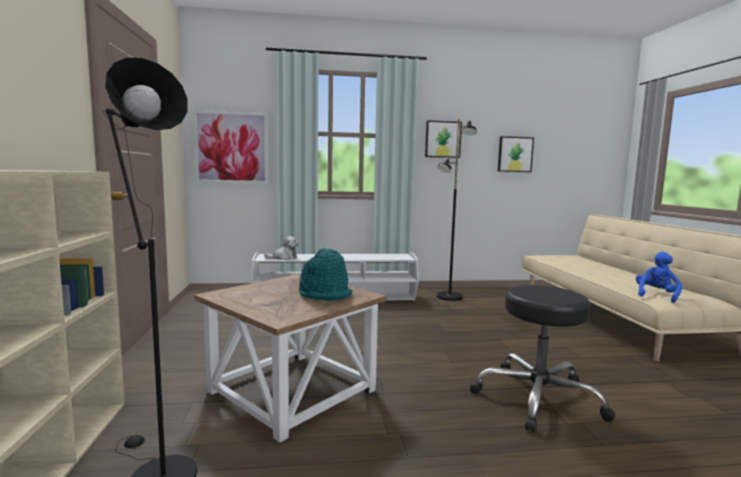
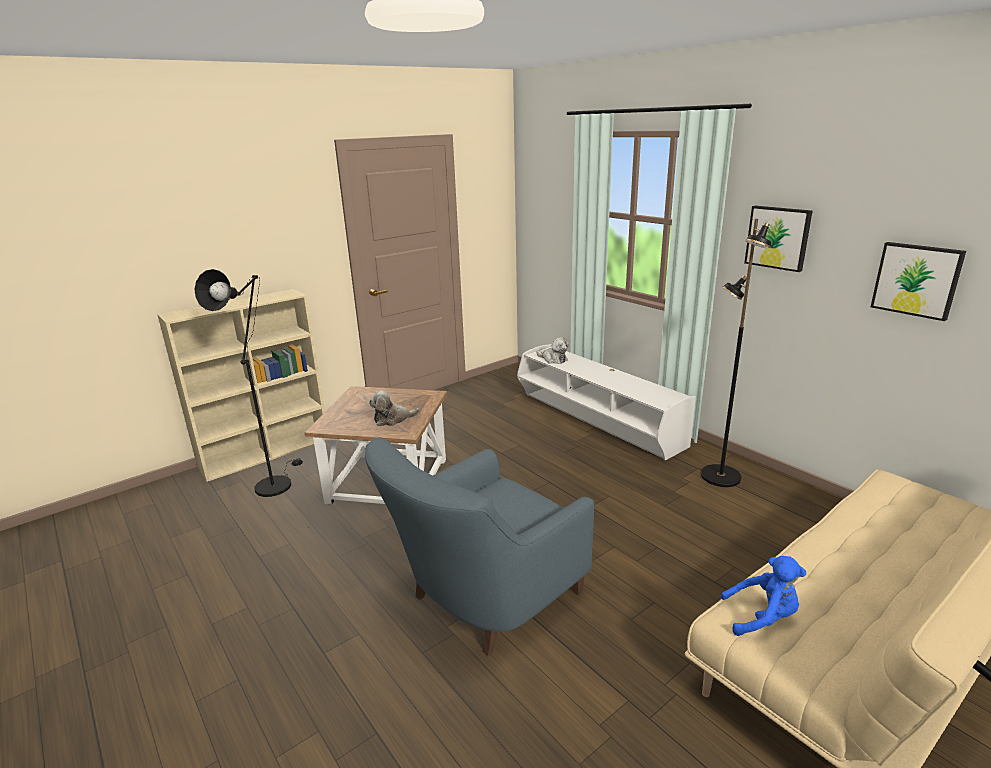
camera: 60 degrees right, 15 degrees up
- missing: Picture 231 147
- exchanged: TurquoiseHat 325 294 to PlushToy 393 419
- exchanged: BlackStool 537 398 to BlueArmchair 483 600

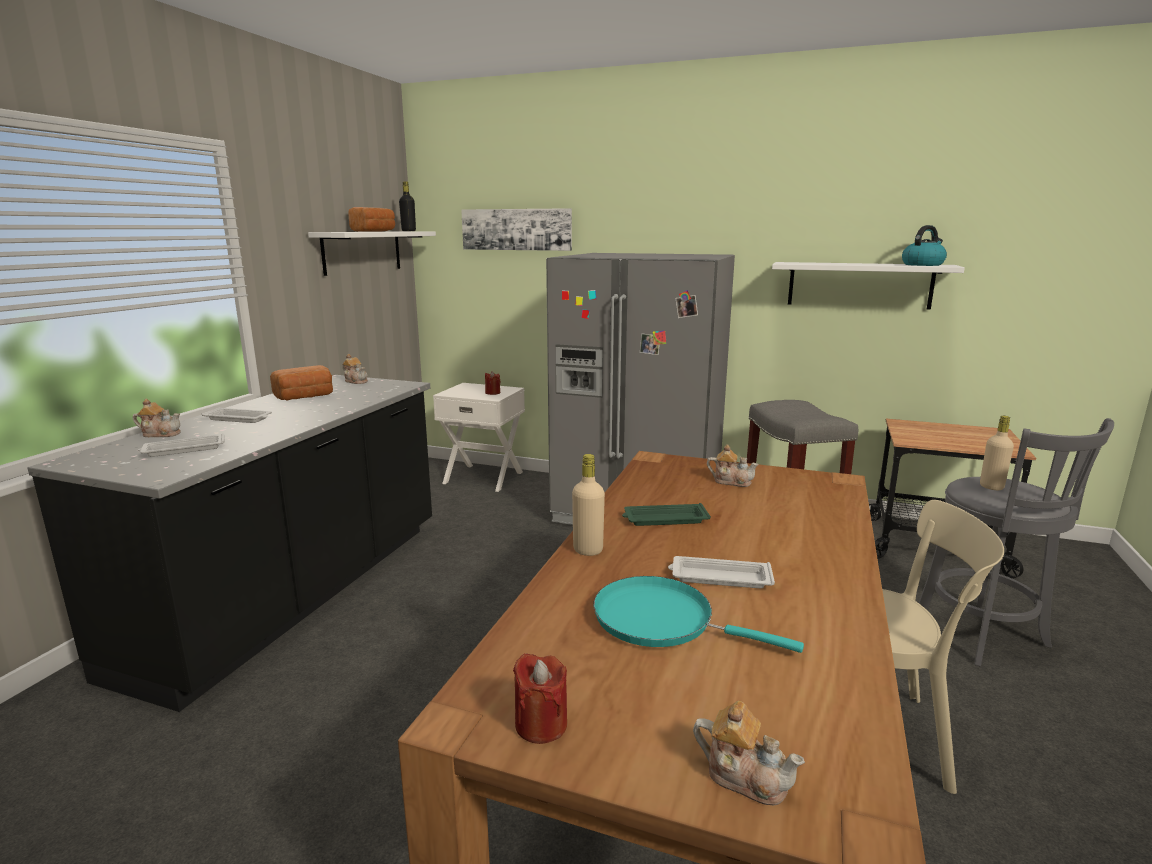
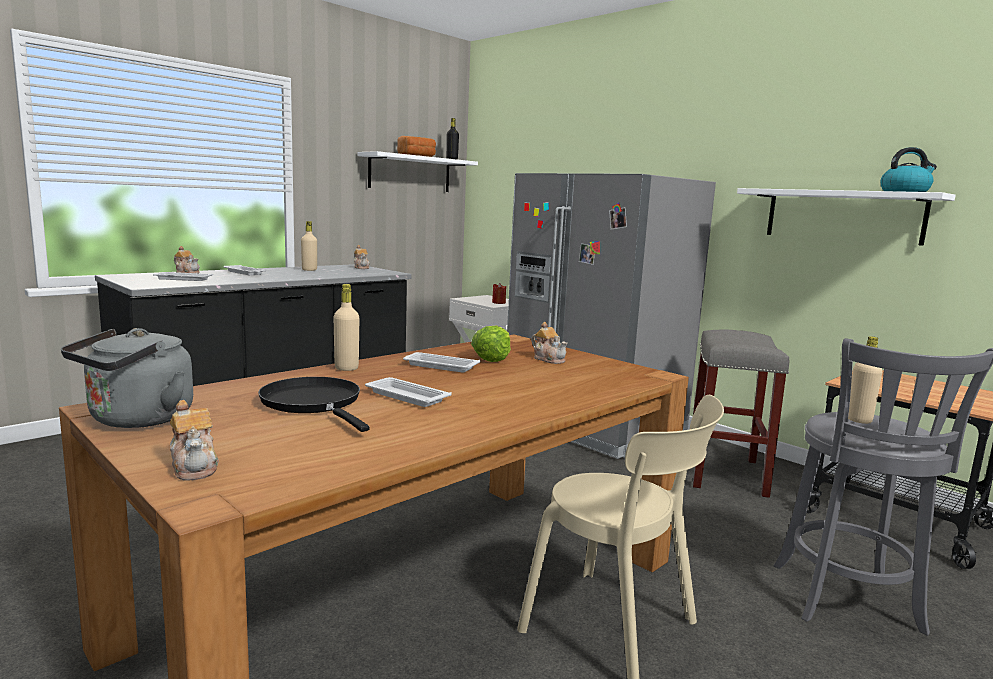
camera: 25 degrees right, 5 degrees down
- missing: Picture 516 229
- exchanged: Bread 305 397 to BeigeBottle 309 270
- colour: GreenTray 664 519 to WhiteTray 439 366
- colour: TurquoiseFryingPan 661 620 to BlackFryingPan 314 403
- exchanged: RedCandle 541 724 to GreyKettle 137 420
- appeared: Lettuce 492 358

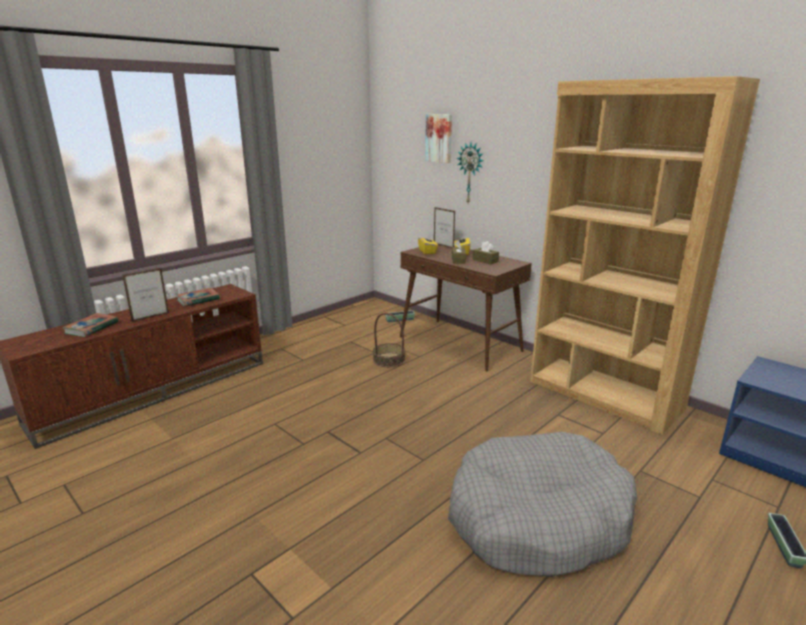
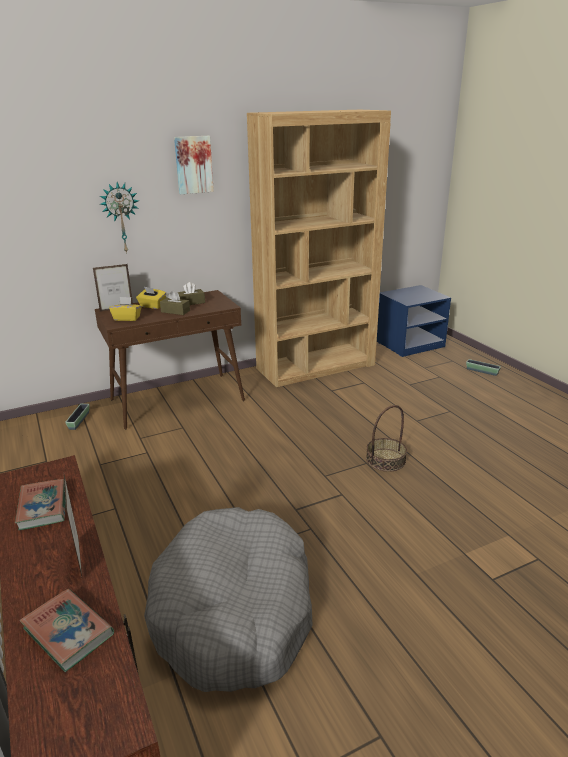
camera: 70 degrees left, 5 degrees up
- relocated: Picture 439 138 to 193 164
- relocated: Basket 389 360 to 385 460
- relocated: GreyDogBed 537 519 to 234 611

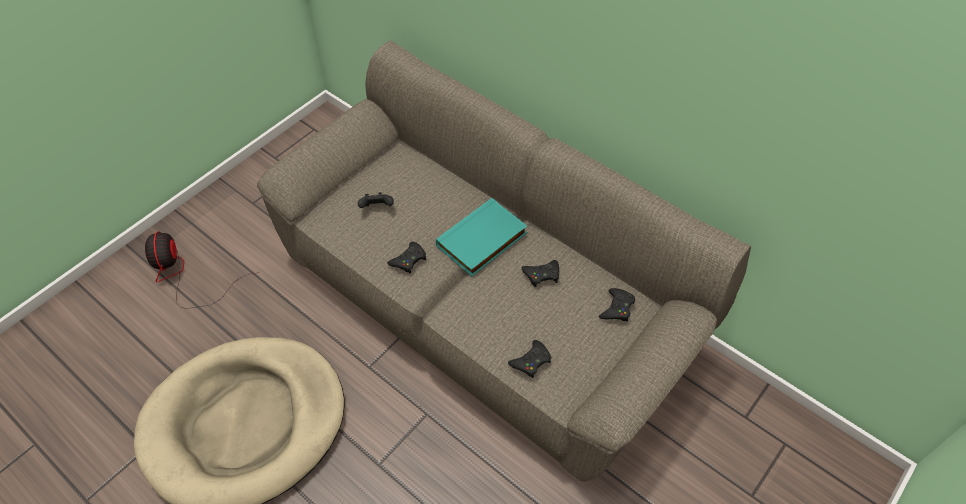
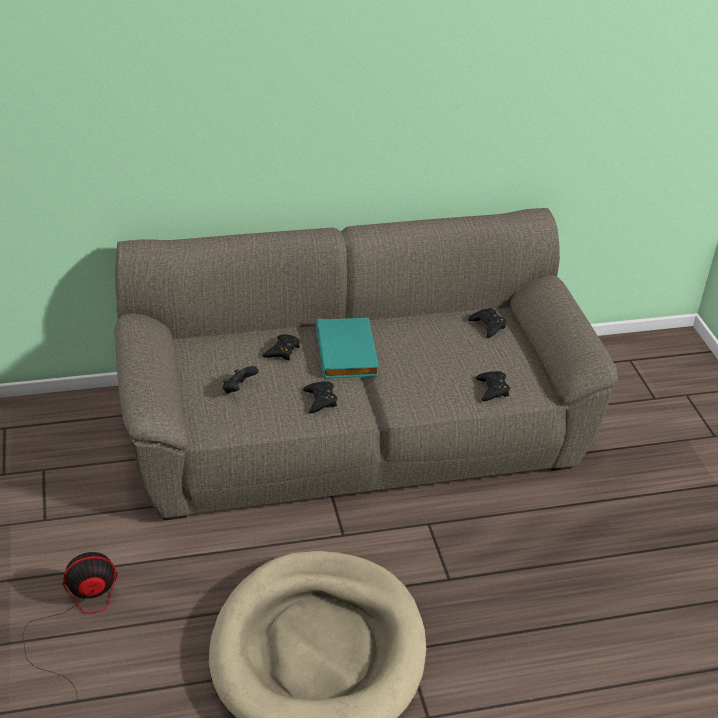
camera: 55 degrees left, 15 degrees down
- spun: Fan 184 276 = 77 618 135 degrees clockwise
- relocated: BlackGameController 542 275 to 282 351

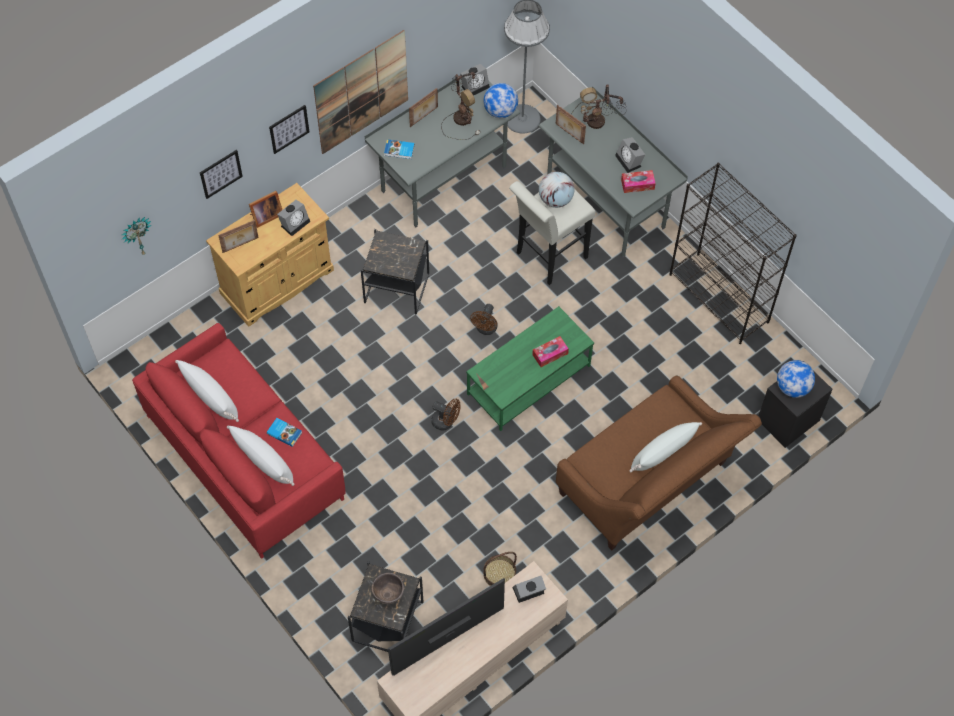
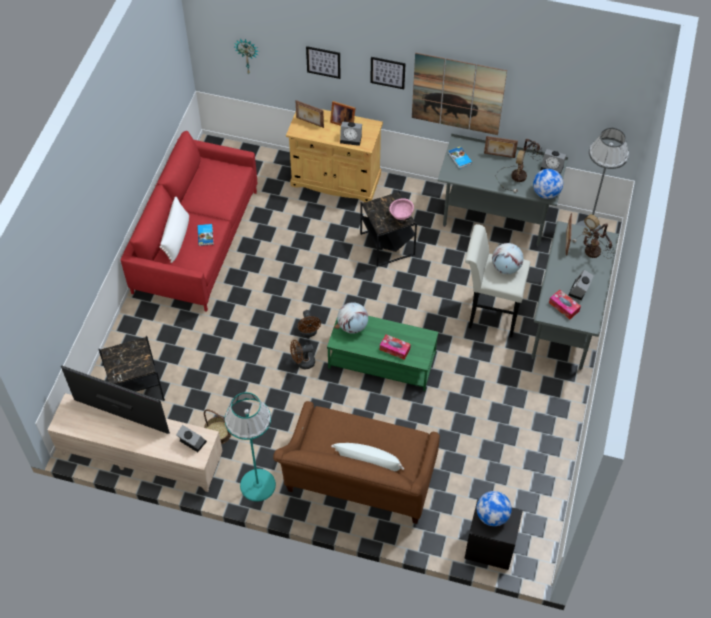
camera: 55 degrees right, 5 degrees down
- missing: BlackBookcase 719 298
- relocated: BrownFan 485 329 to 302 362
- missing: WhitePillow 210 397
- missing: BrownBowl 388 594
- appeared: PinkBowl 401 216
- appeared: Globe 352 326
- appeared: TurquoiseFloorLamp 257 485

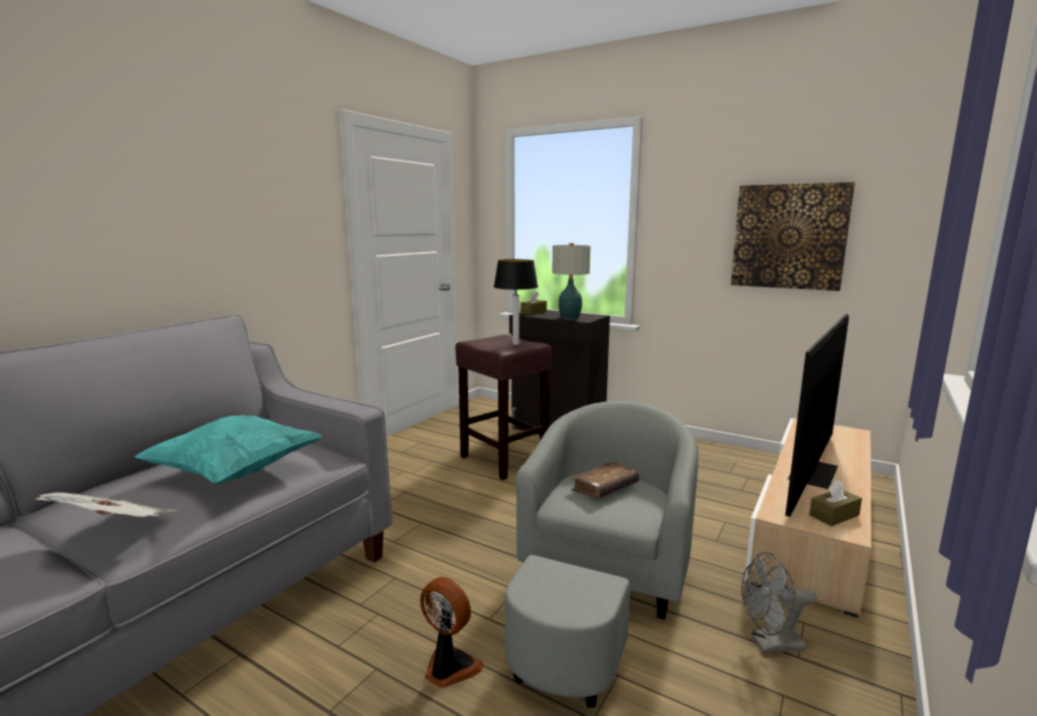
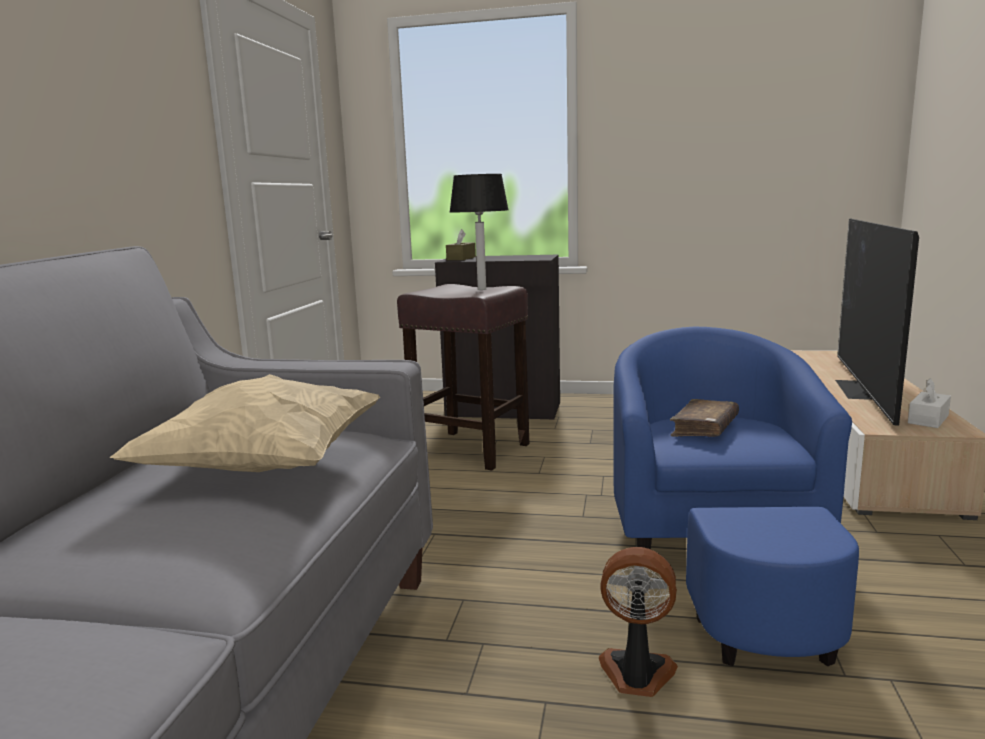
camera: 20 degrees left, 0 degrees up
- missing: Picture 789 236
- missing: TableLamp 570 318
- colour: GreyArmchair 600 589 to BlueArmchair 720 553
- colour: TurquoisePillow 236 472 to BeigePillow 265 467
- colour: BrownTissueBox 834 515 to WhiteTissueBox 928 419
- missing: Newspaper 116 530
- missing: GreyFan 770 644

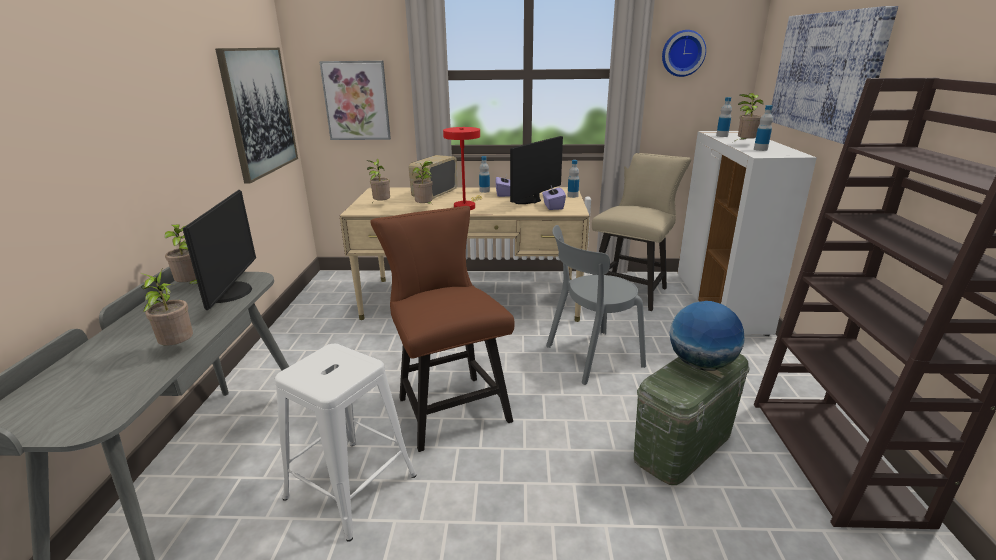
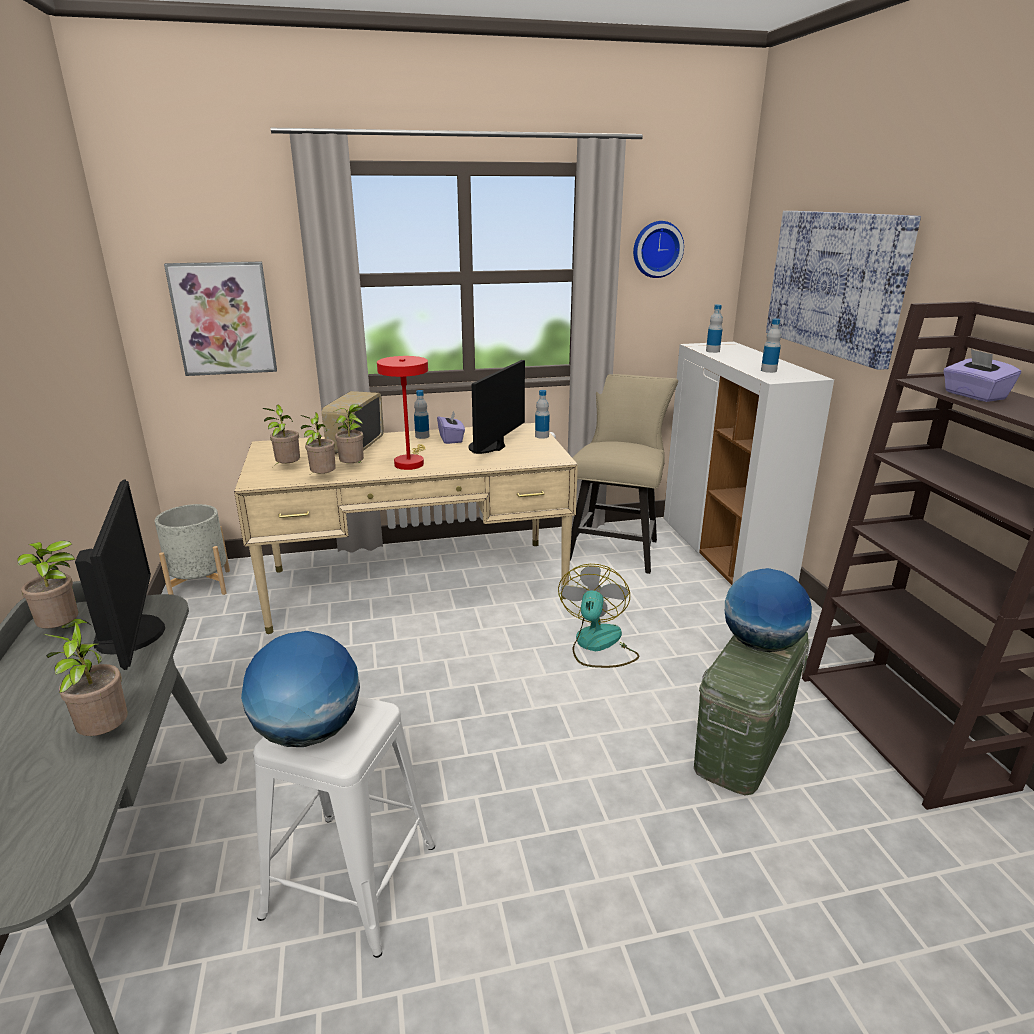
camera: 15 degrees left, 0 degrees up
- missing: Picture 259 111
- relocated: PottedPlant 744 144 to 322 478
- relocated: PurpleTissueBox 553 206 to 974 395
- missing: BrownChair 448 405
- exchanged: GreyChair 590 357 to Fan 597 645
- appeared: GreyPlanter 201 585
- appeared: Globe 308 732

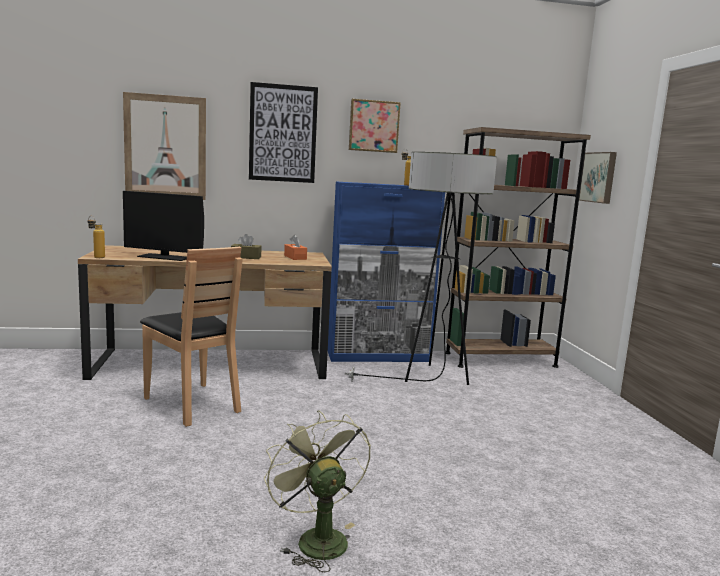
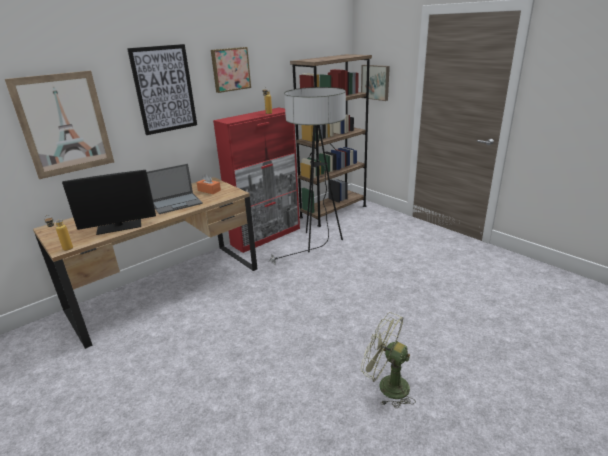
camera: 30 degrees left, 15 degrees up
- colour: BlueCabinet 379 356 to RedCabinet 266 236
- exchanged: BrownTissueBox 246 257 to Laptop 177 203
- missing: BrownChair 193 404

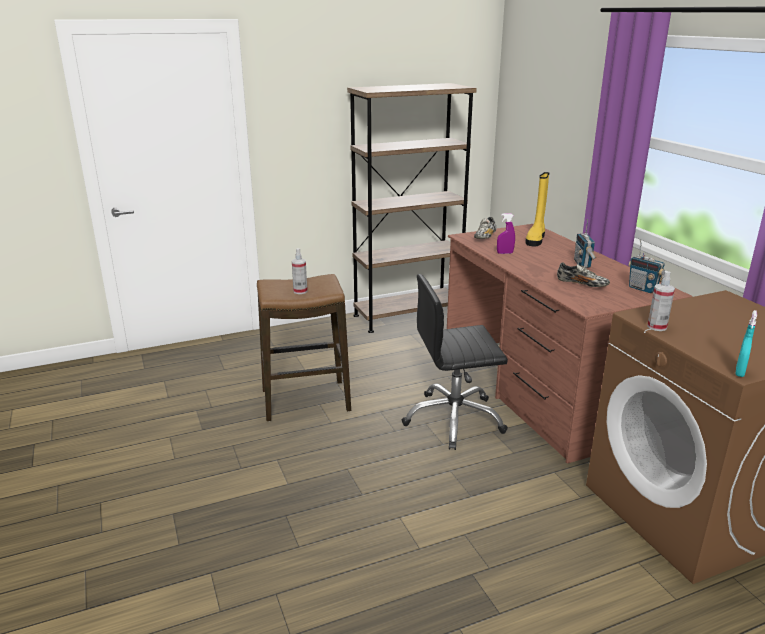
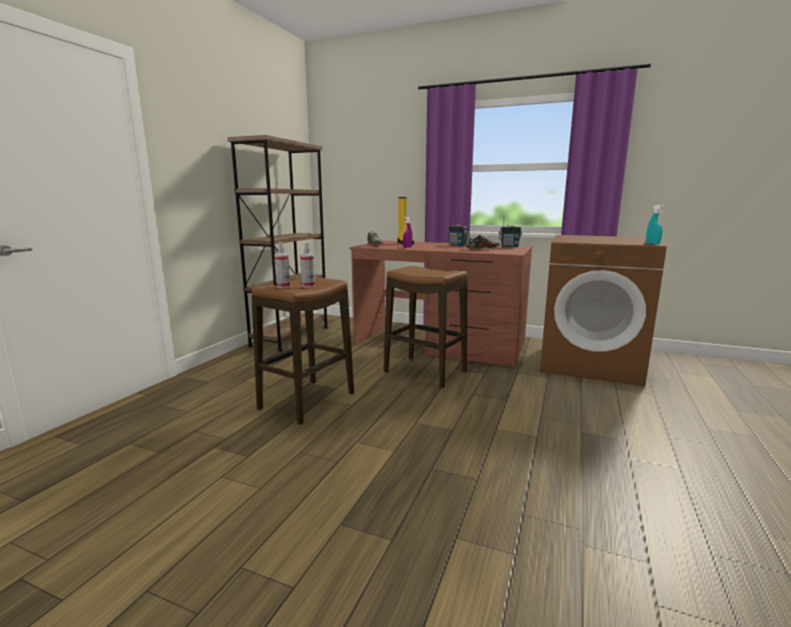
camera: 45 degrees left, 10 degrees down
- relocated: SprayBottle 657 327 to 283 286
- exchanged: BlackOfficeChair 454 419 to Stool 424 372

